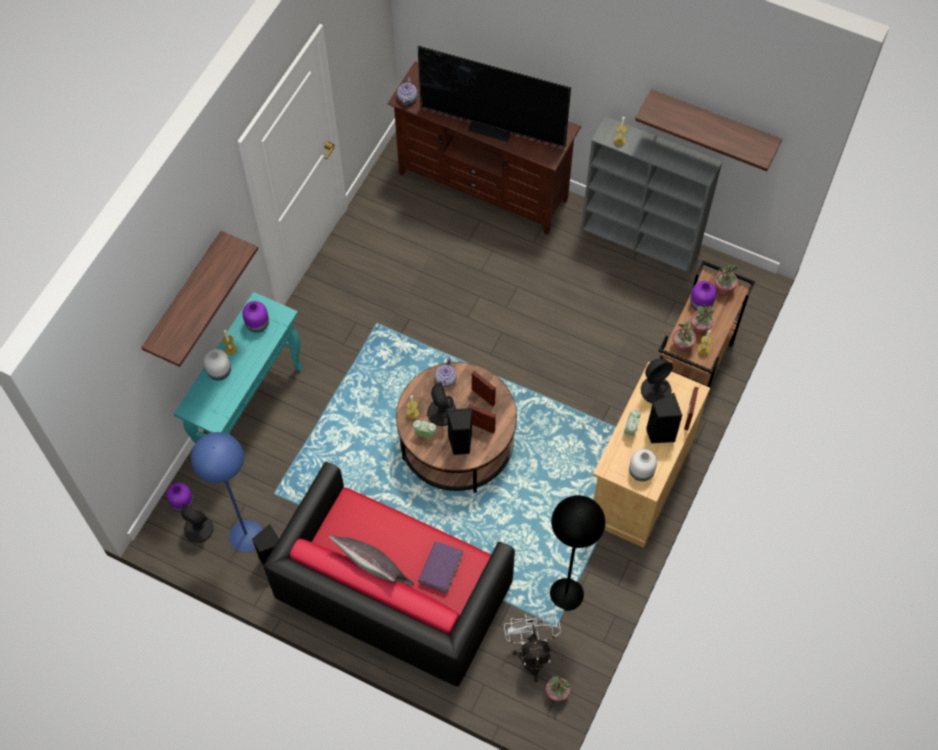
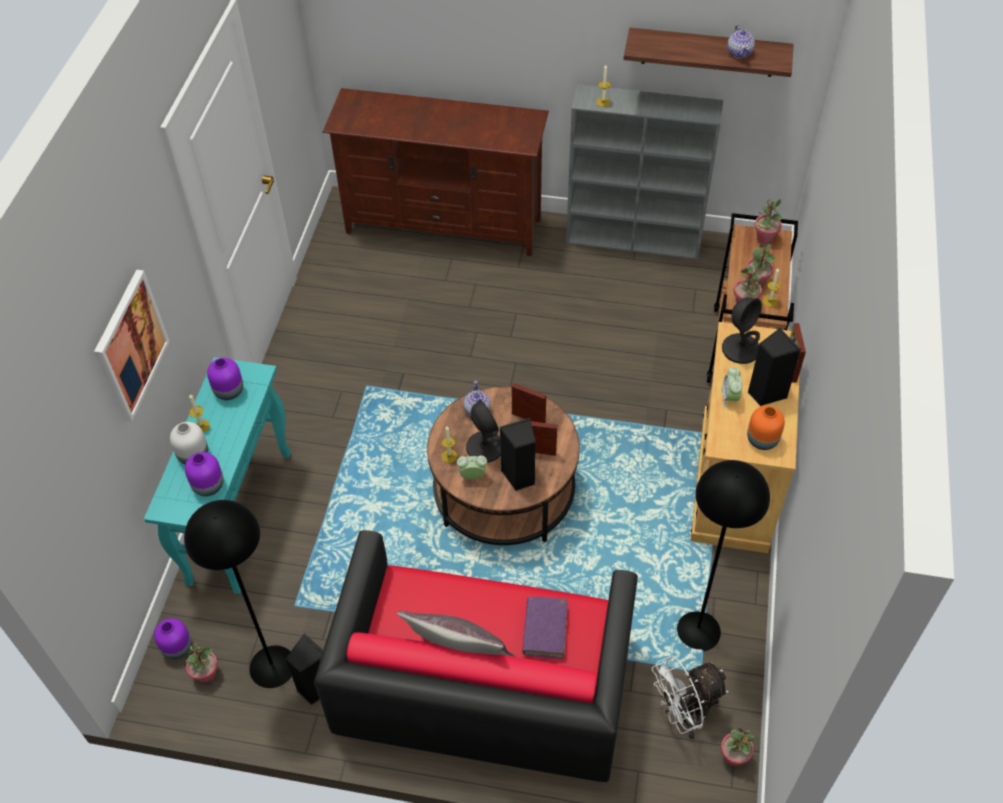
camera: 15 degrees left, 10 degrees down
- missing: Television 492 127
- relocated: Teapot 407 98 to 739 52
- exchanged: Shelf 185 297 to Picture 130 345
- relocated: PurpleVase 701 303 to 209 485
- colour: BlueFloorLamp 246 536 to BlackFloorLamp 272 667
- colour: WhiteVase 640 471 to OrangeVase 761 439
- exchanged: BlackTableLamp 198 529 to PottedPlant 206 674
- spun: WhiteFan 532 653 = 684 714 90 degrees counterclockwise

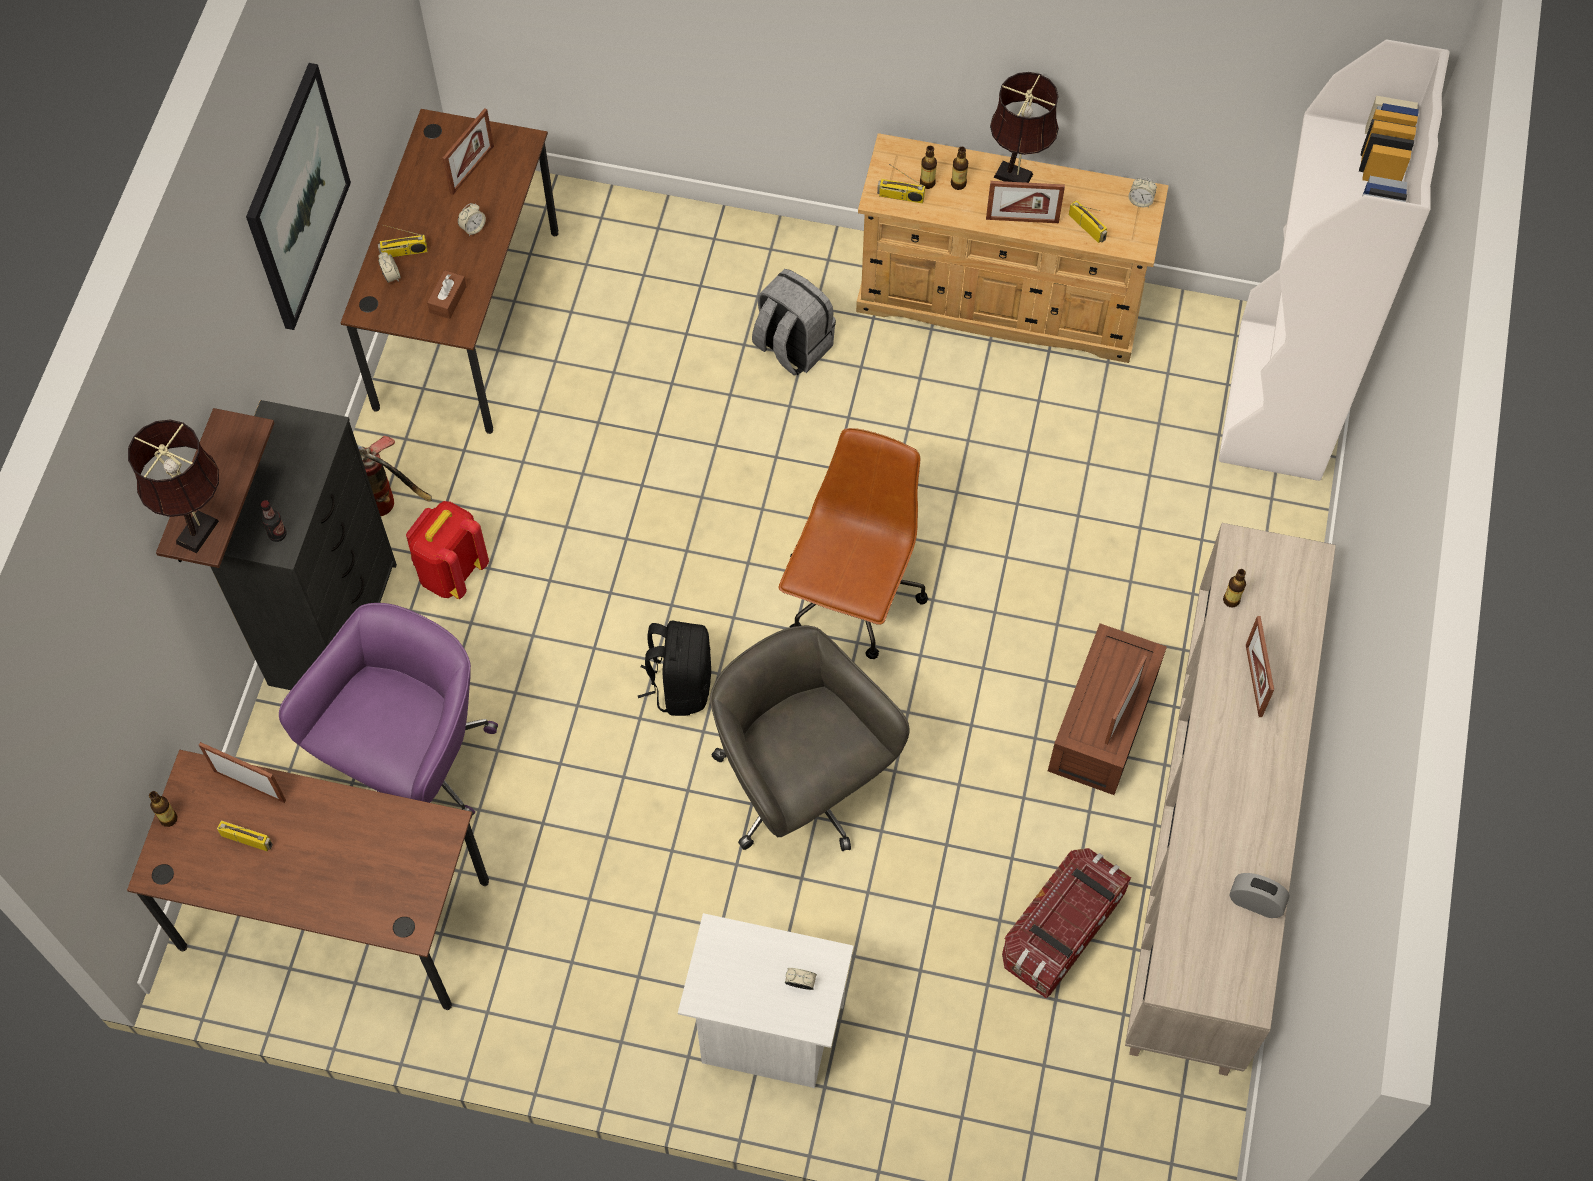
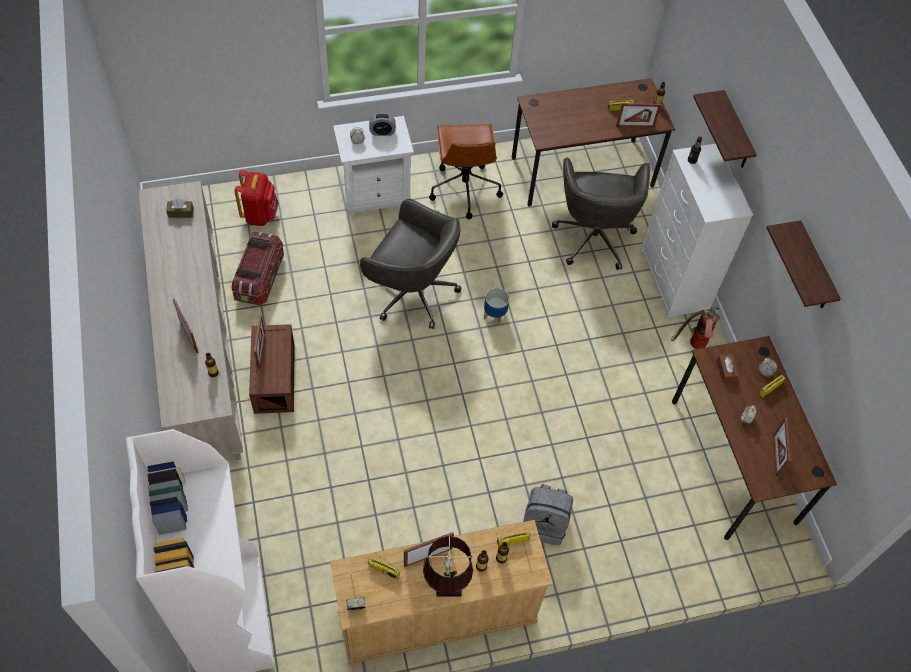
camera: 150 degrees right, 5 degrees down
- exchanged: Picture 296 197 to Shelf 814 269
- colour: BlackDresser 334 622 to WhiteDresser 674 280
- missing: BrownTableLamp 200 528
- relocated: BrownOfficeChair 852 598 to 464 189
- relocated: RedBackpack 451 572 to 260 215
- colour: PurpleOfficeChair 410 764 to GreyOfficeChair 594 236
- exchanged: BlackBackpack 680 684 to Planter 495 315
- relocated: AlarmClock 1255 903 to 382 132
- appeared: BrownTissueBox 180 212

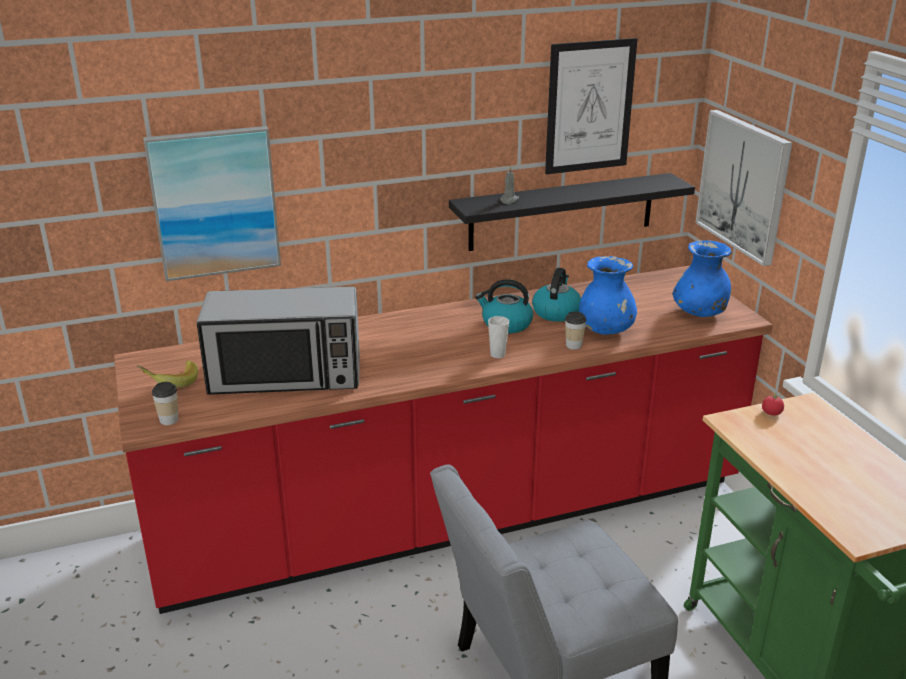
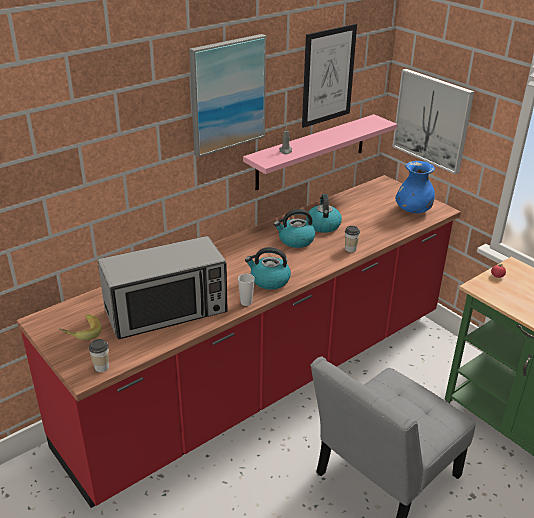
camera: 20 degrees left, 5 degrees up
- relocated: Picture 214 203 to 227 94
- colour: BlackShelf 562 212 to PinkShelf 311 152
- missing: BlueVase 605 330
- relocated: Cup 497 355 to 246 302
- appeared: Kettle 269 280

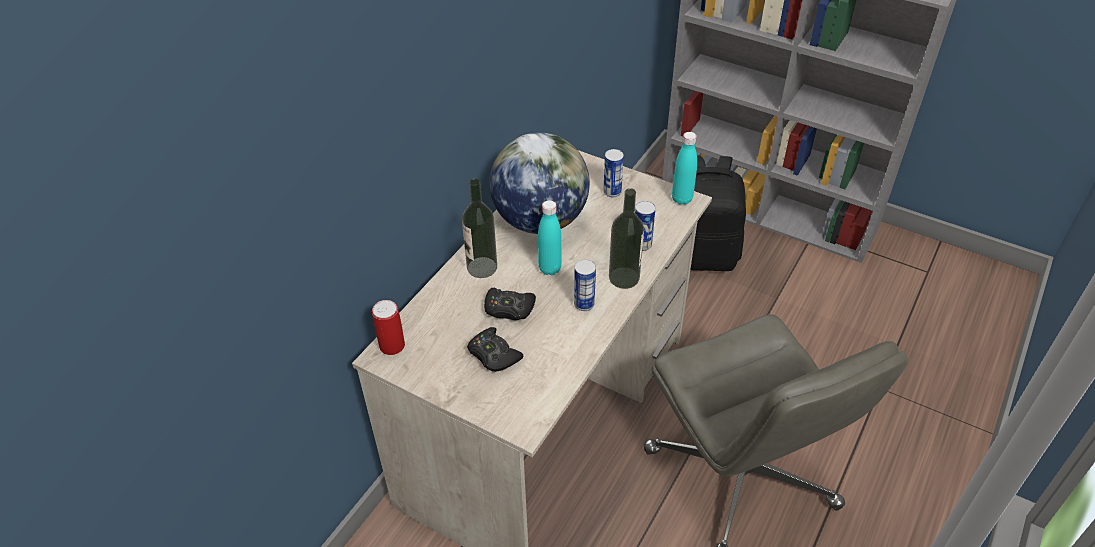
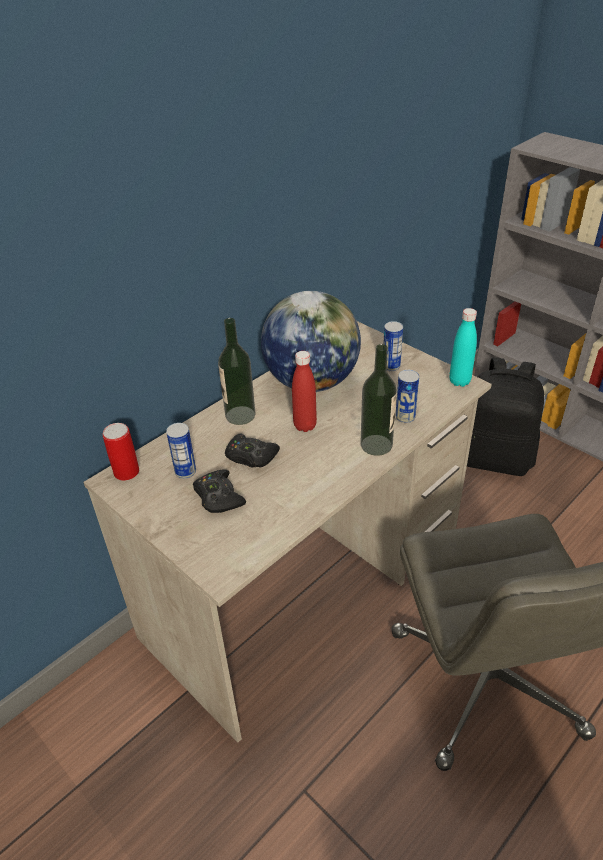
camera: 15 degrees right, 5 degrees down
- colour: TurquoiseBottle 550 268 to RedBottle 305 426
- relocated: Can 584 304 to 185 472

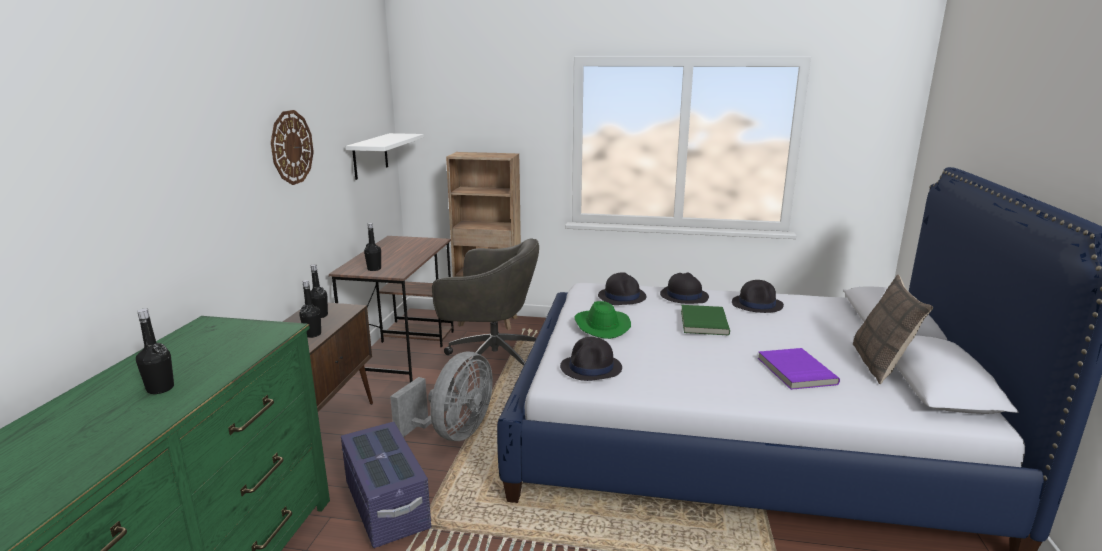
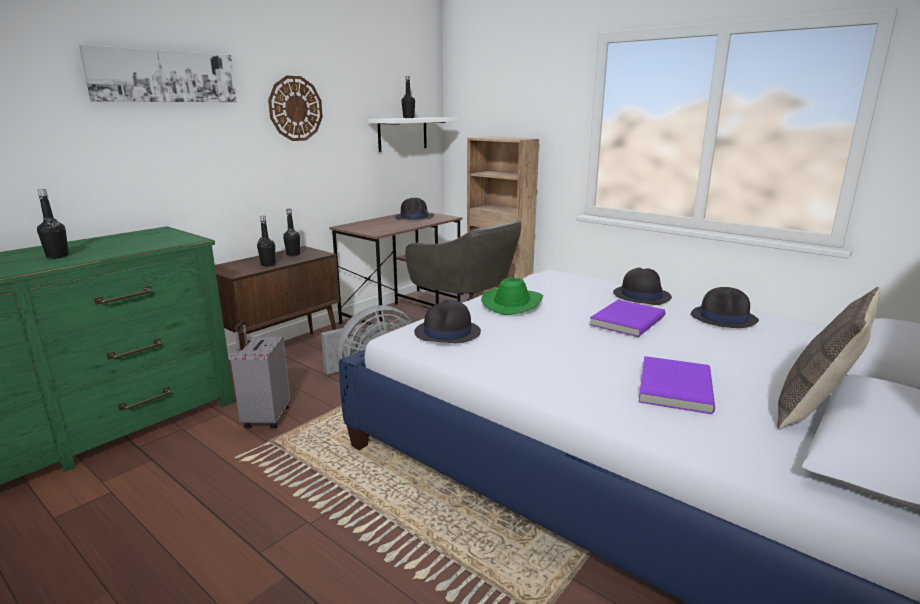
camera: 30 degrees right, 0 degrees up
- relocated: BlackBottle 374 269 to 408 118
- relocated: BlackHat 622 296 to 414 217
- colour: GreenBook 702 322 to PurpleBook 625 320
- exchanged: PurpleStorageBox 387 505 to GreySuitcase 265 418
- appeared: Picture 164 76

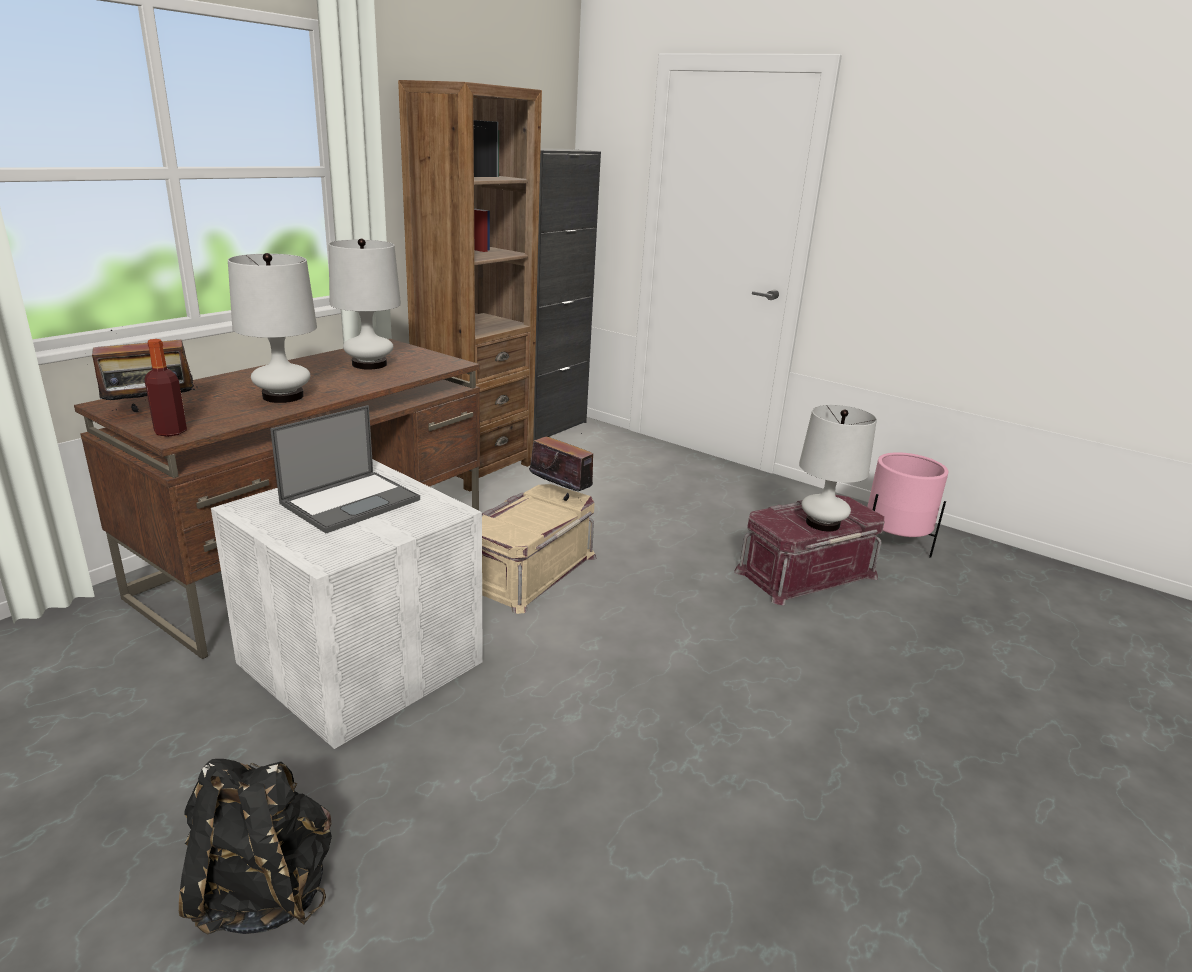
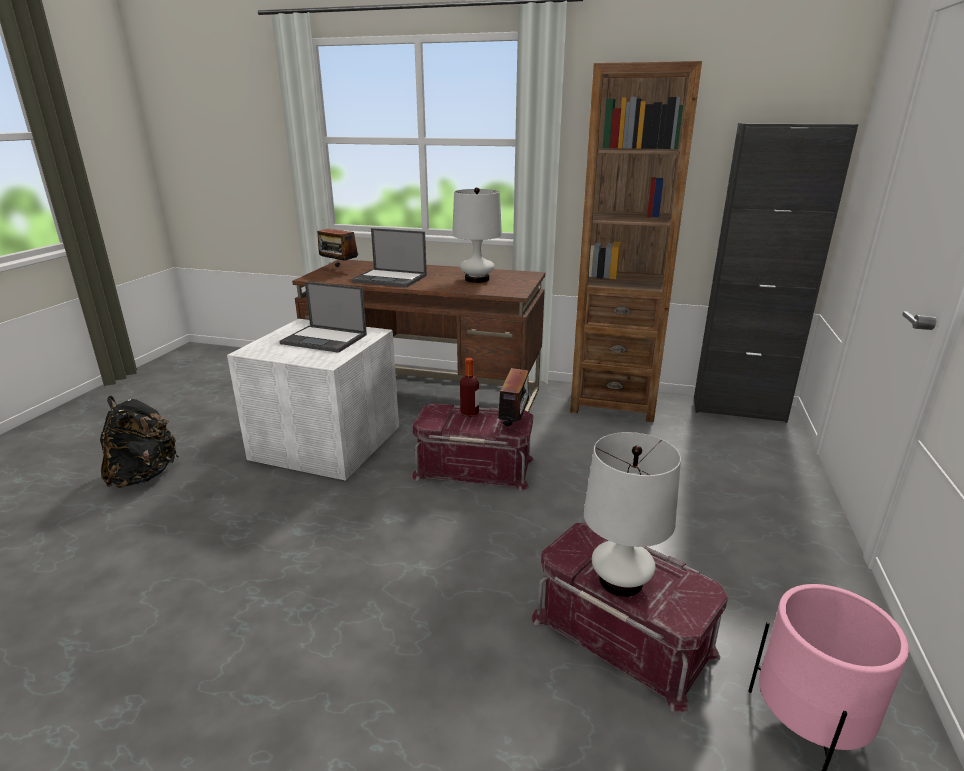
camera: 70 degrees right, 0 degrees up
- exchanged: WhiteTableLamp 283 396 to Laptop 391 279
- relocated: Bottle 170 432 to 469 413
- colour: BeigeStorageBox 530 571 to RedStorageBox 474 467

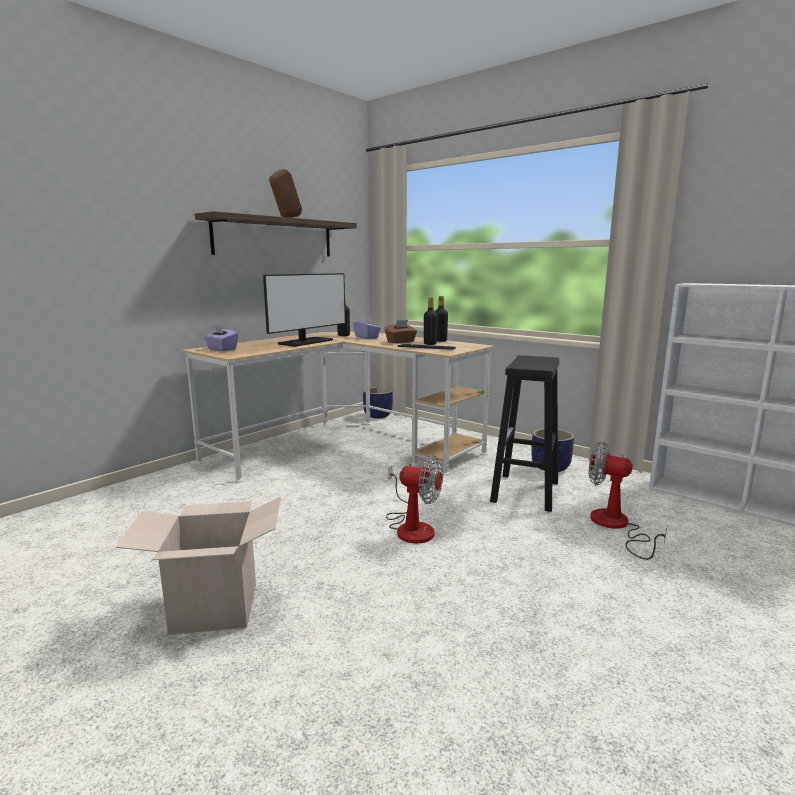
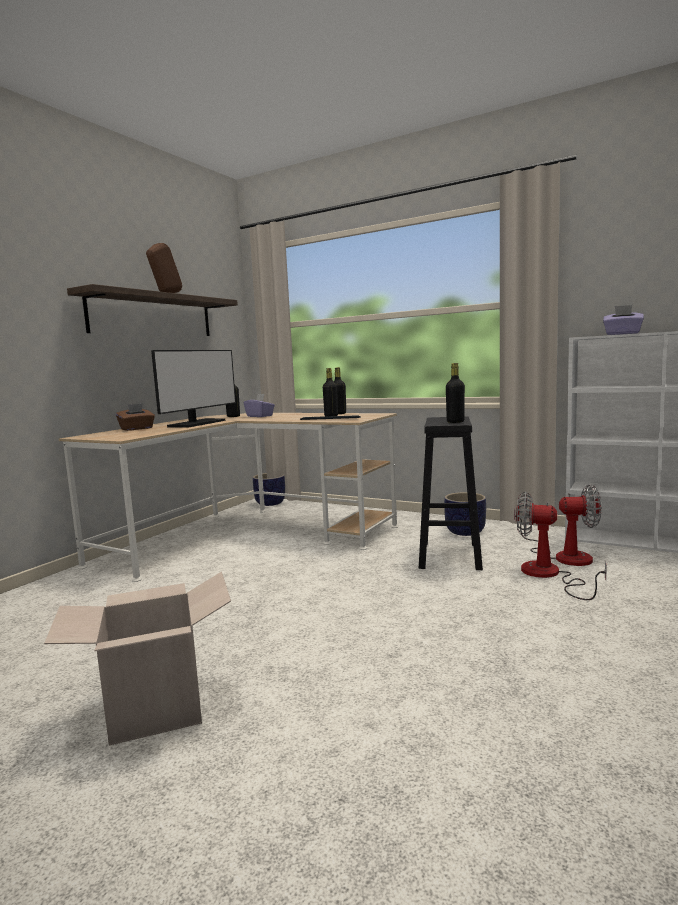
camera: 10 degrees left, 5 degrees down
- relocated: BrownTissueBox 401 342 to 137 429
- relocated: PurpleTissueBox 221 349 to 622 334
- relocated: Fan 411 526 to 563 555
- appeared: BlackBottle 455 422

